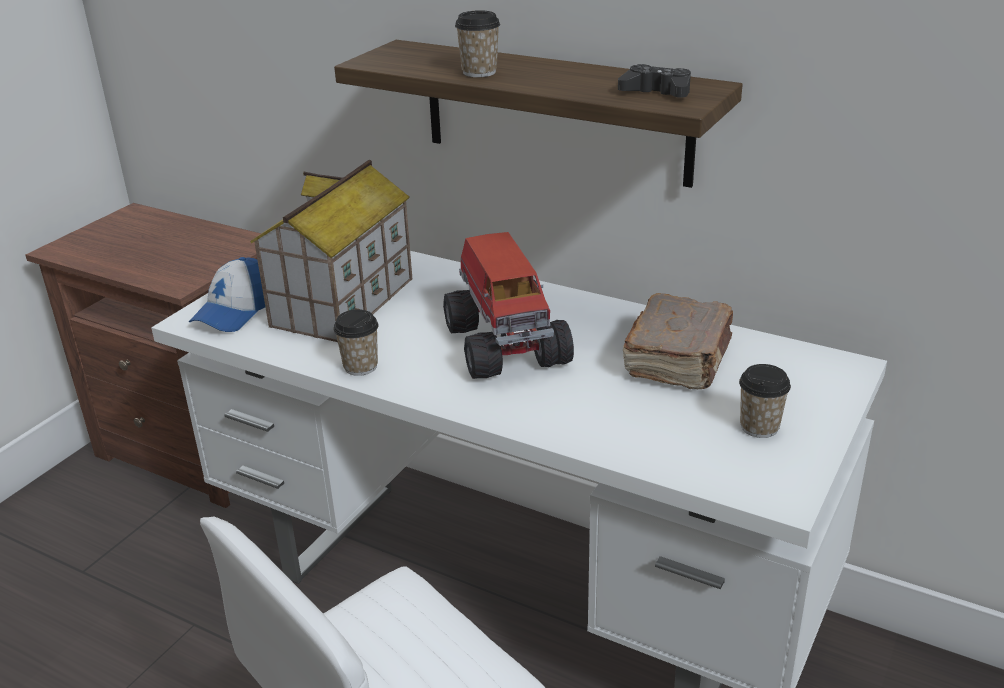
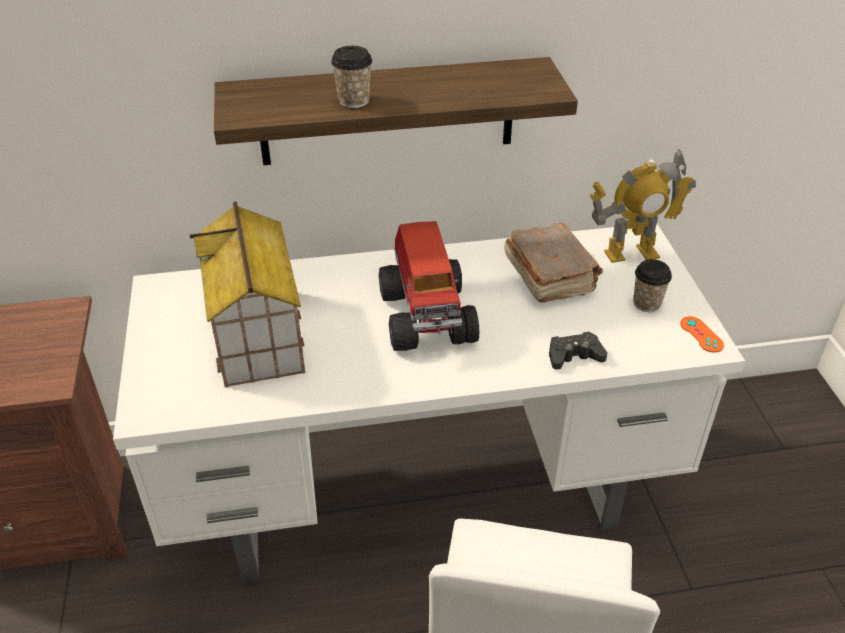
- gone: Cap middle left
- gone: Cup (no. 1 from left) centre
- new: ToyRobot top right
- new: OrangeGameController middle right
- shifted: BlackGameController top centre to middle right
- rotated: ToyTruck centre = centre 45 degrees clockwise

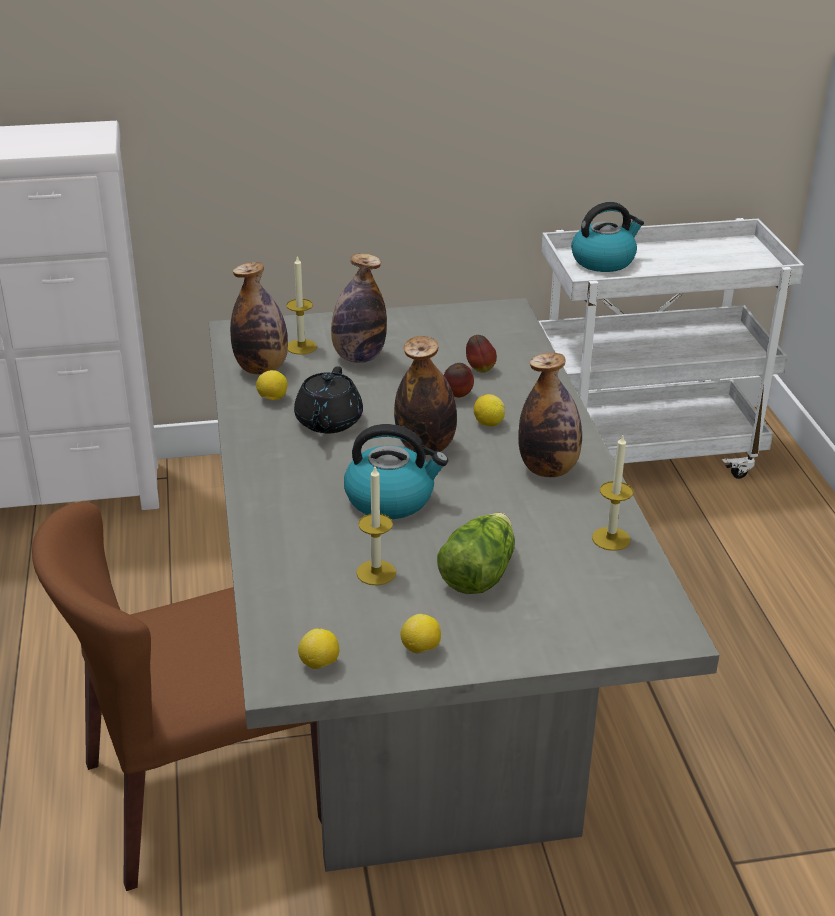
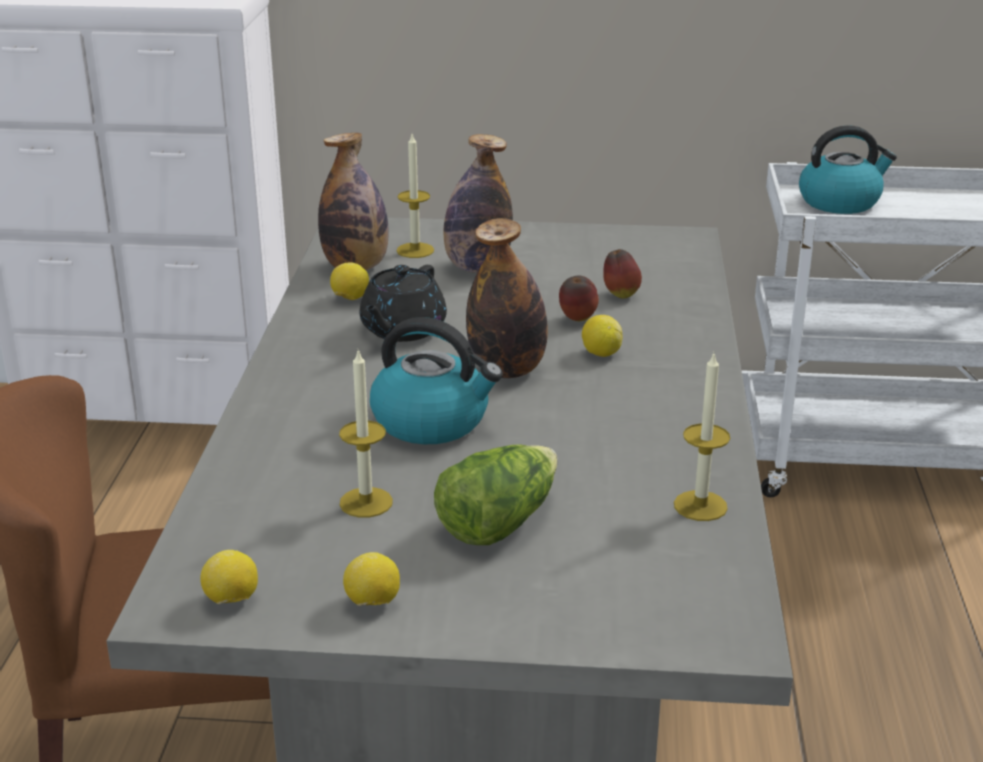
- gone: Bottle (no. 4 from left) centre

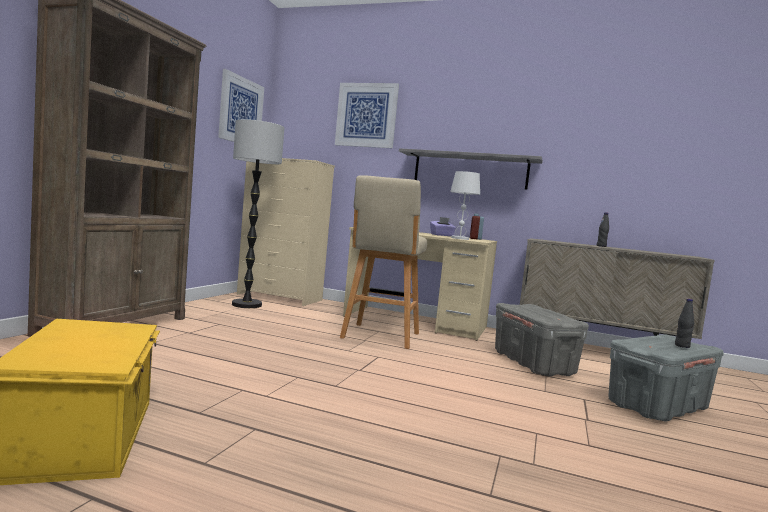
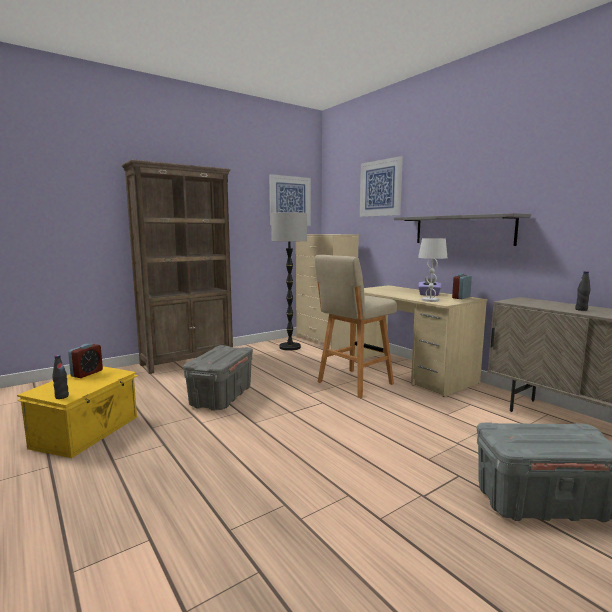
- new: AlarmClock (no. 1 from left) middle left
- shifted: GreyStorageBox (no. 1 from left) middle right to centre
- shifted: BlackBottle (no. 2 from left in the first image) middle right to BlackBottle (no. 1 from left) middle left

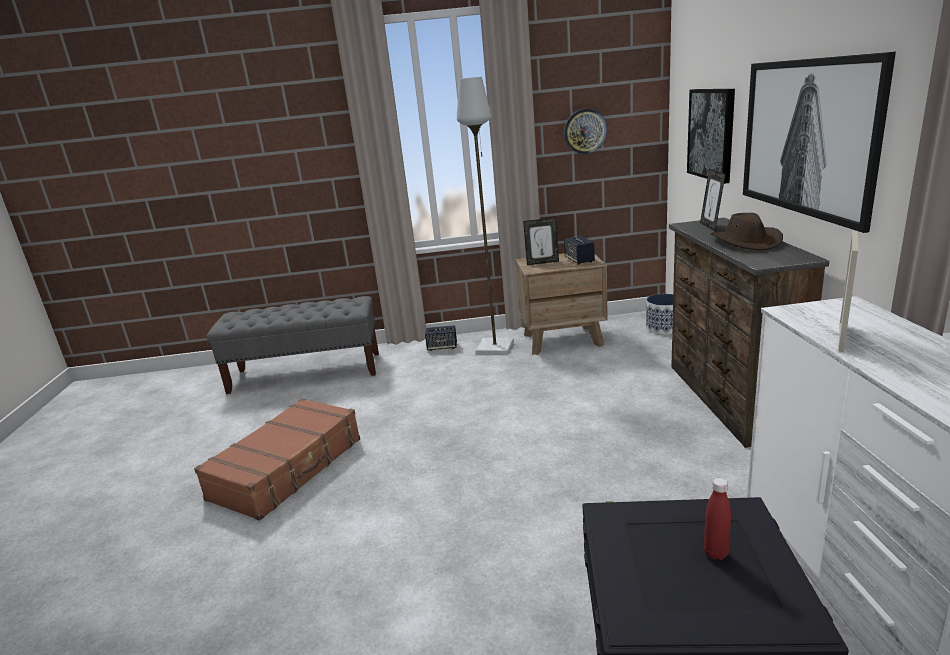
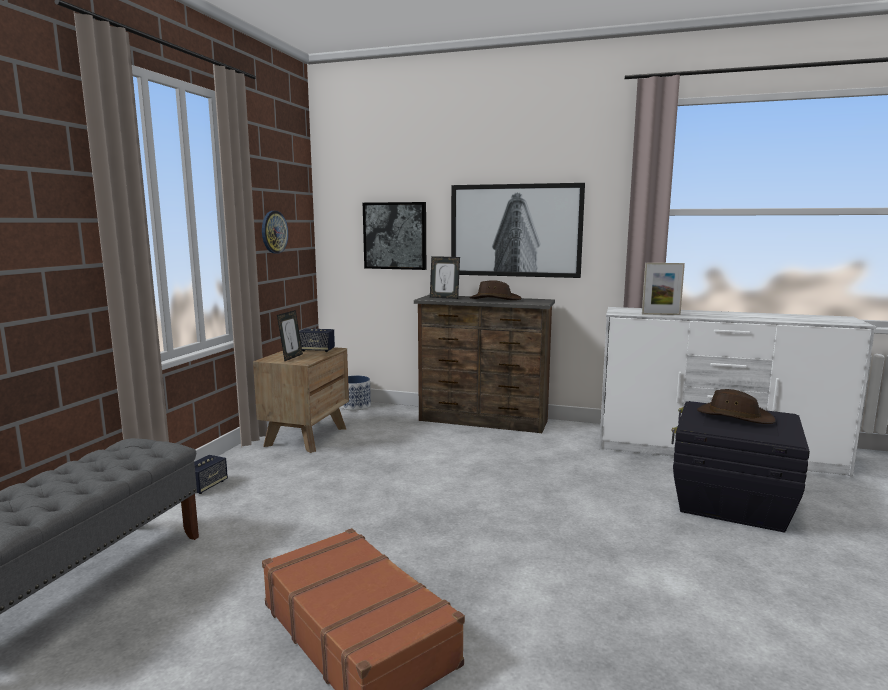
- gone: GreyFloorLamp top centre
- swapped: RedBottle bottom right to BrownHat (no. 2 from left) middle right
- rotated: PictureFrame (no. 3 from left) middle right = middle right 135 degrees clockwise

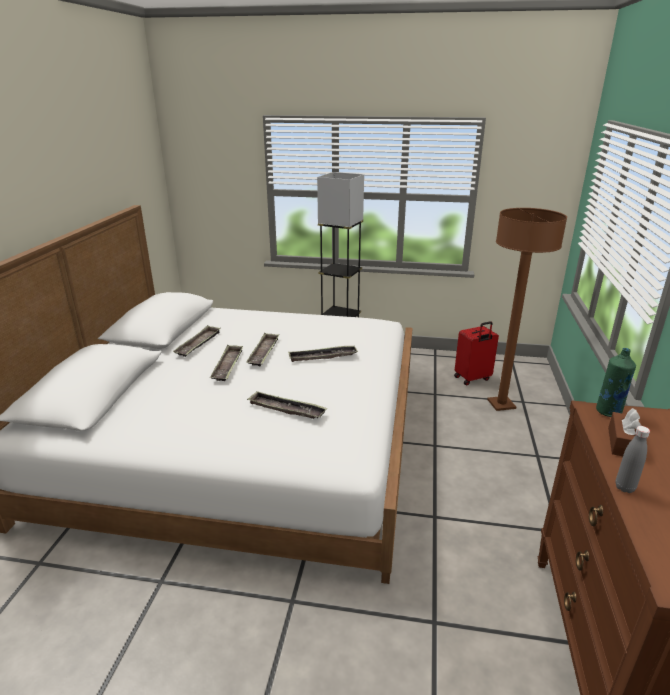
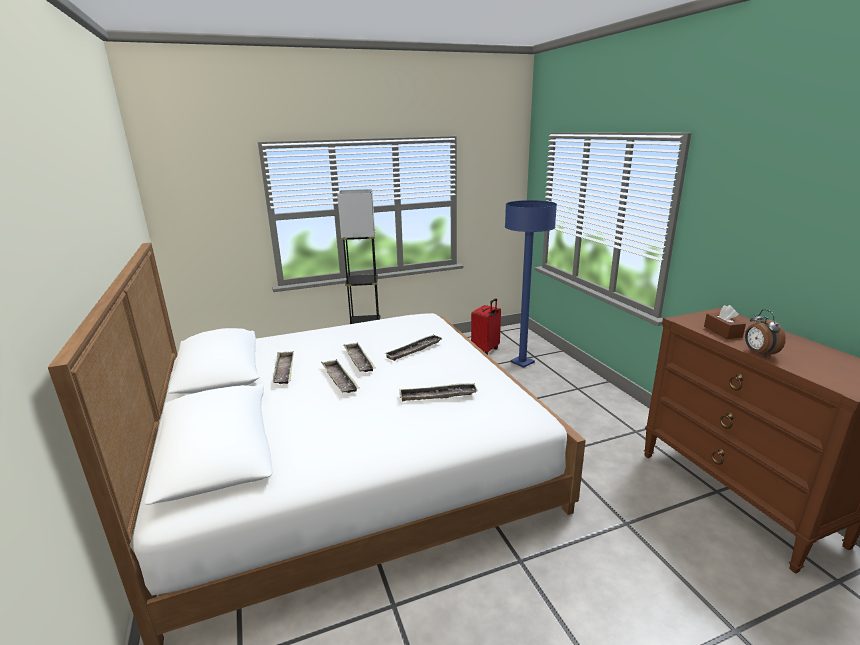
- gone: GreenBottle middle right
- swapped: GreyBottle middle right to AlarmClock middle right
- repainted: BrownFloorLamp middle right to BlueFloorLamp centre

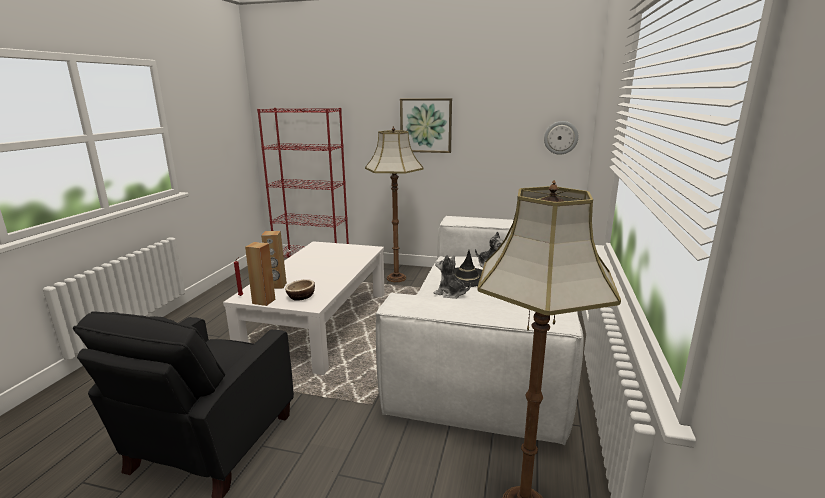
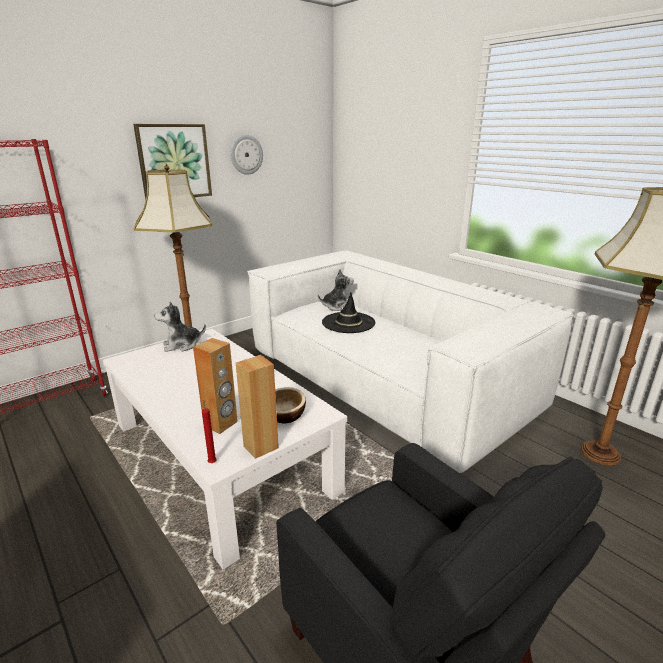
- shifted: PlushToy (no. 1 from left) centre to middle left
- shifted: WallClock top right to top centre

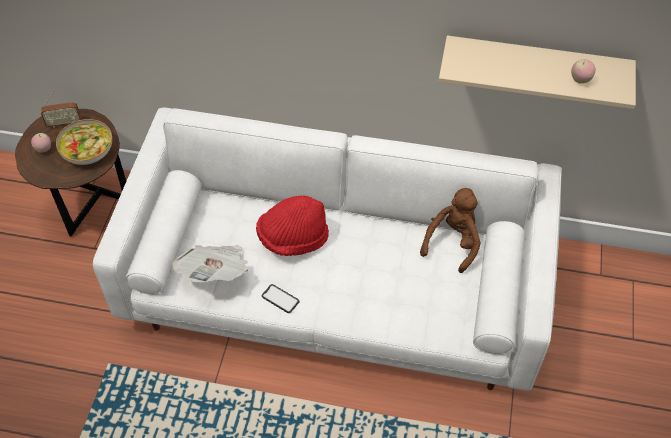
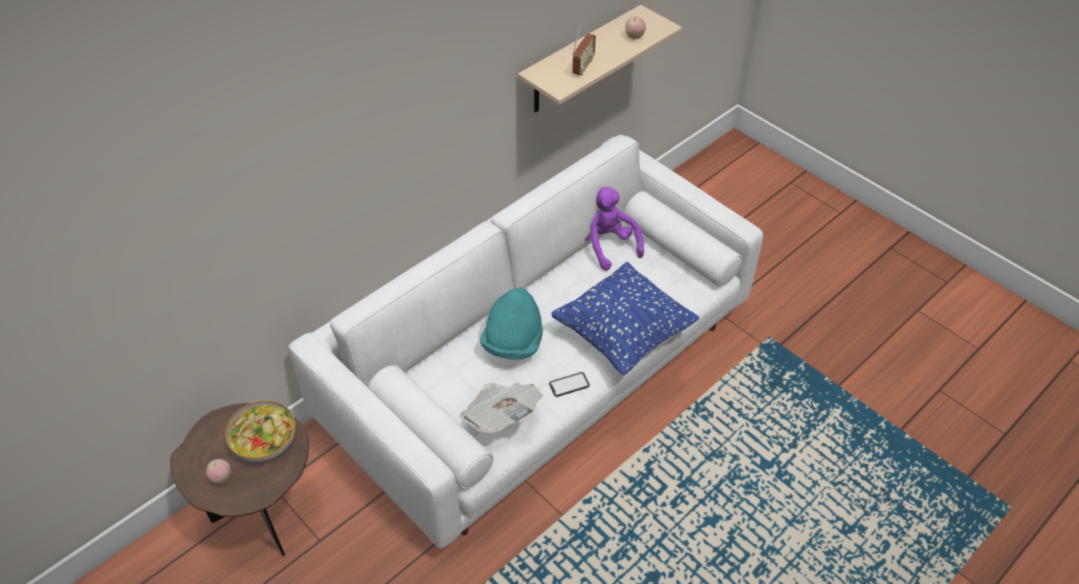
- new: BluePillow centre
- shifted: Radio top left to top centre
- repainted: RedHat centre to TurquoiseHat centre
- repainted: BrownPlushToy middle right to PurplePlushToy centre

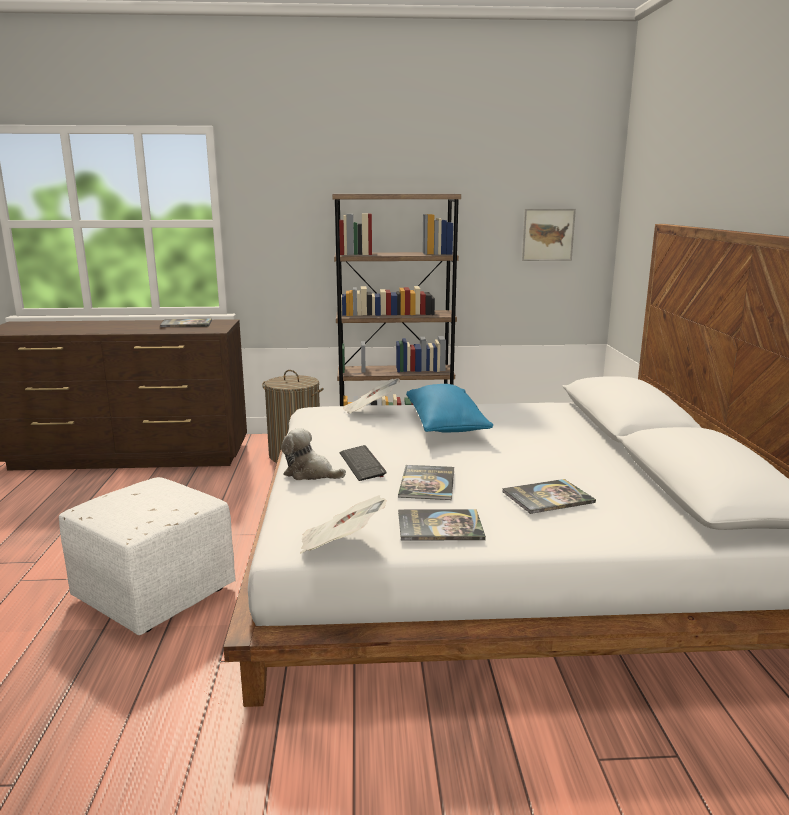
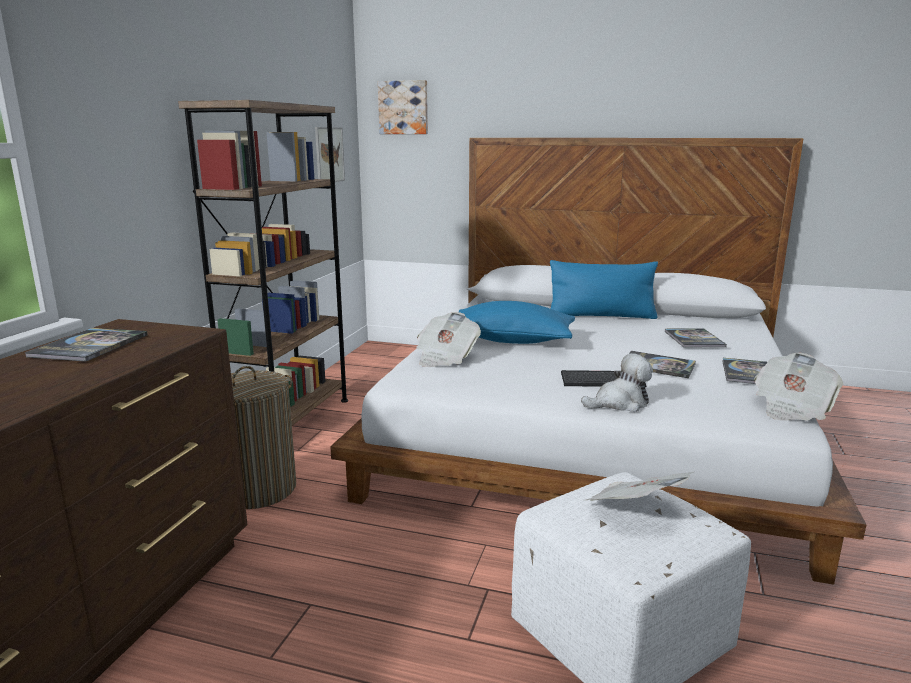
- new: Picture (no. 2 from left) top centre
- new: BluePillow (no. 2 from left) centre
- new: Newspaper (no. 2 from left) bottom right
- rotated: PlushToy centre = middle right 150 degrees counterclockwise

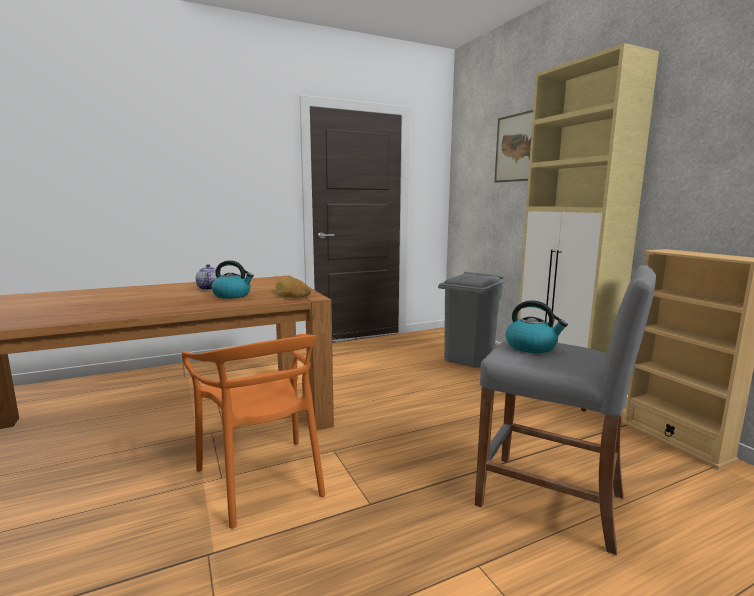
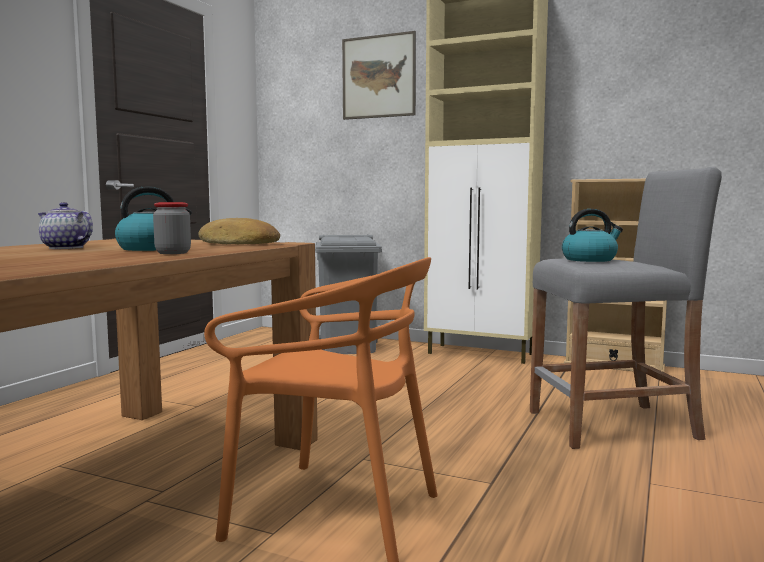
- new: Jar middle left

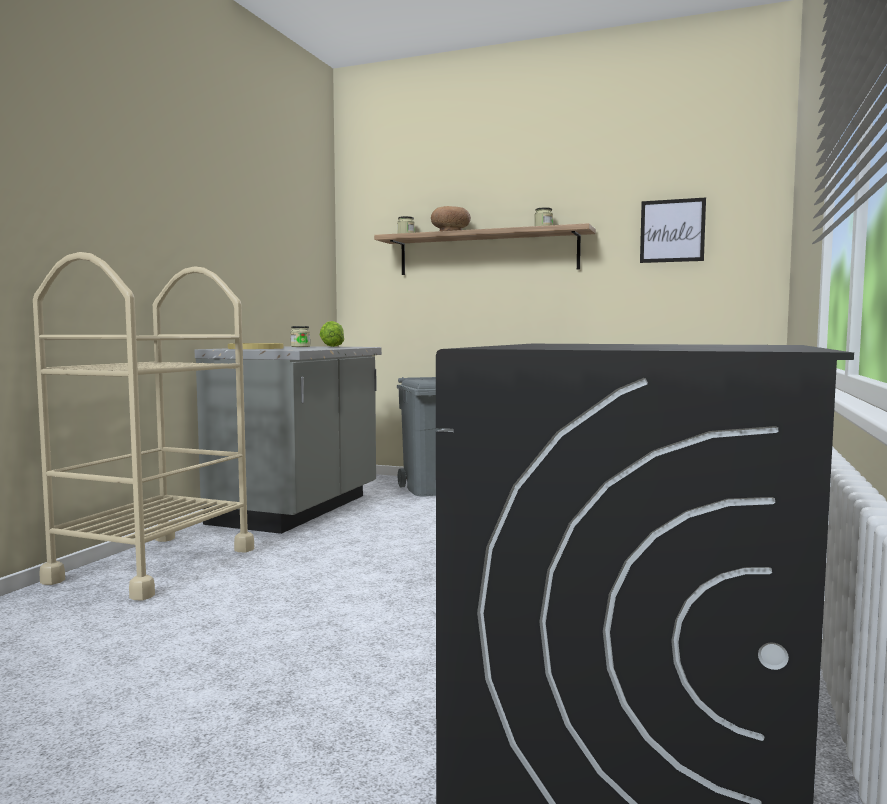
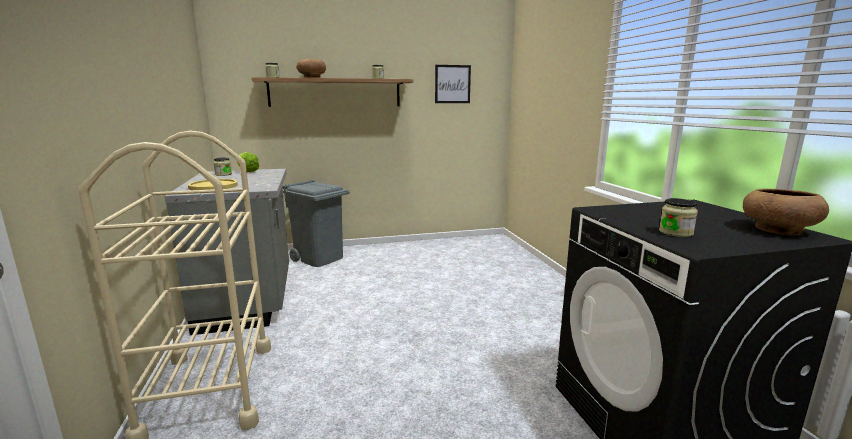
- new: Jar (no. 4 from left) middle right
- new: BrownBowl (no. 2 from left) middle right

